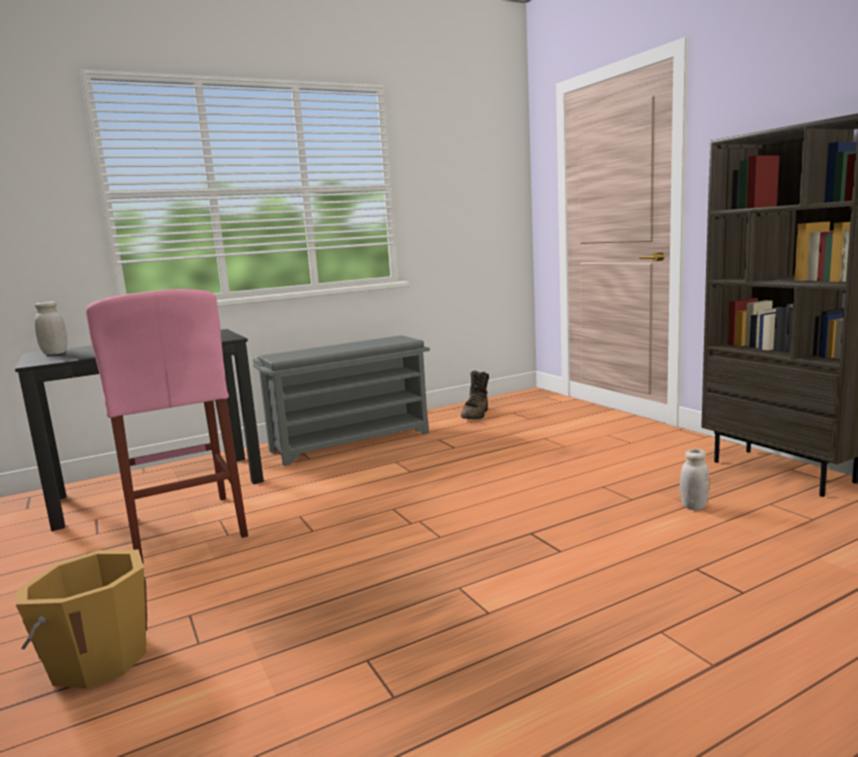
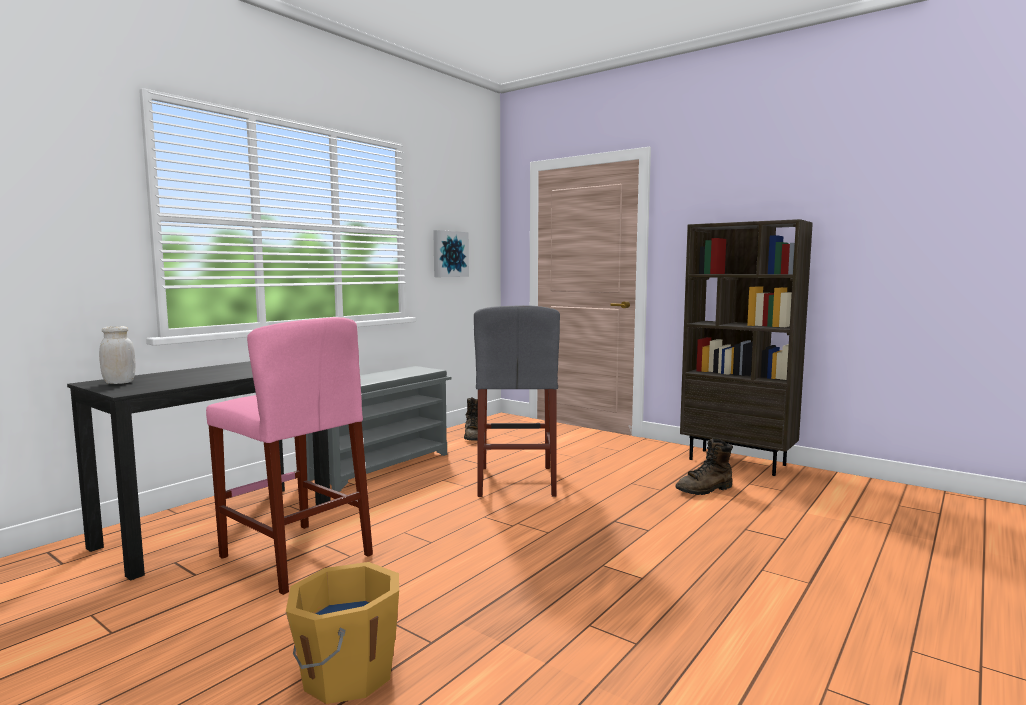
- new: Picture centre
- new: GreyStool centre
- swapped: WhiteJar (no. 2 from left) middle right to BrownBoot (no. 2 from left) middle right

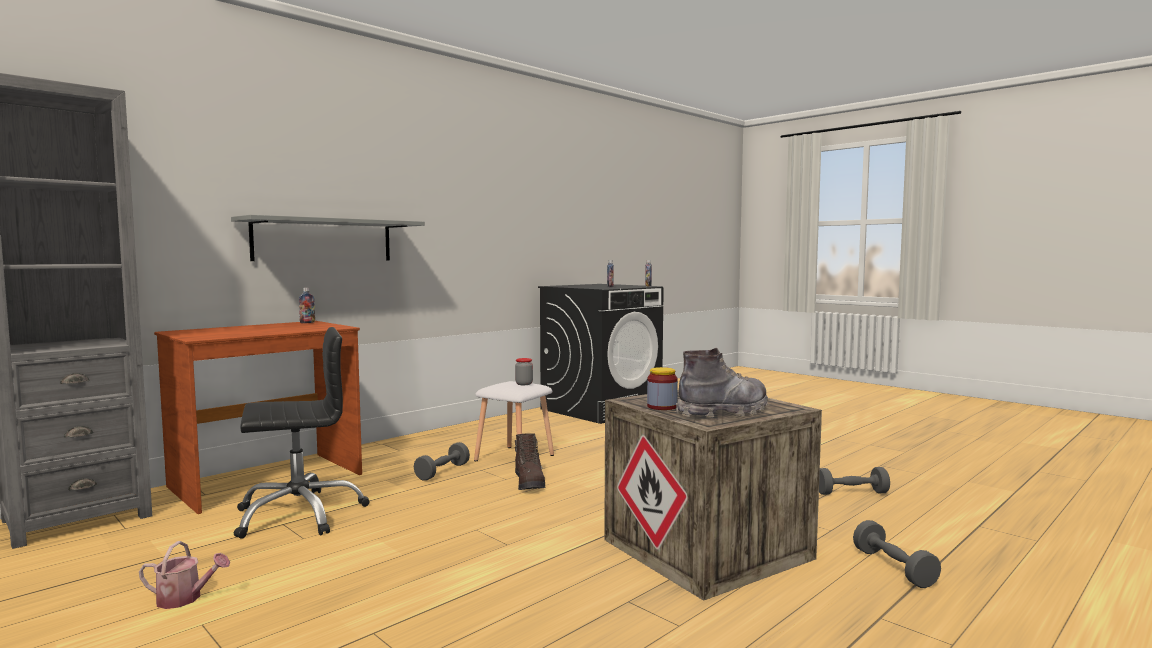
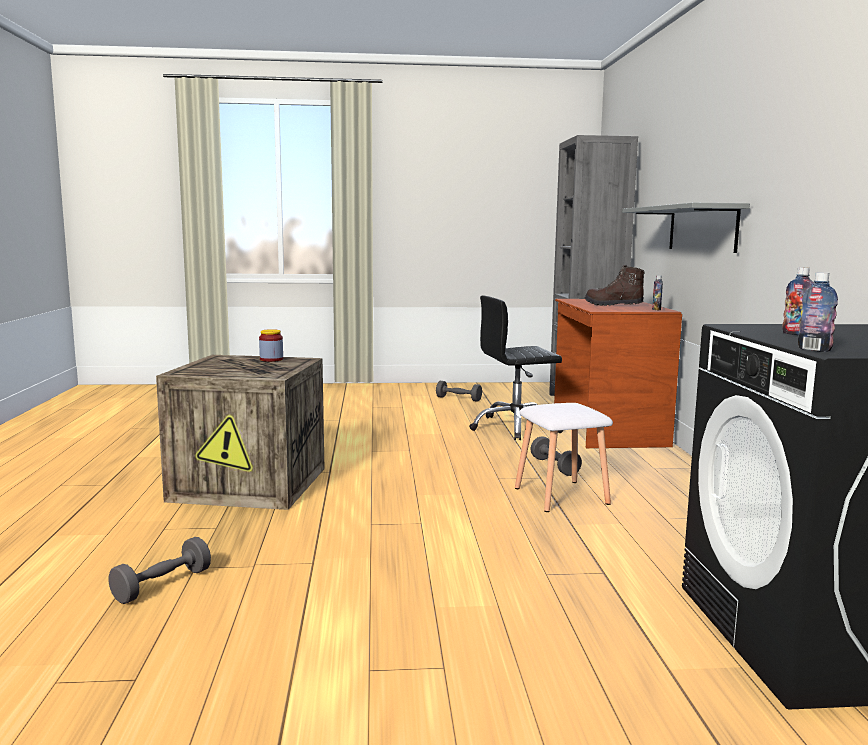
- gone: WateringCan bottom left
- gone: Jar (no. 1 from left) centre
- gone: GreyBoot centre
- shifted: BrownBoot bottom centre to middle right
- shifted: GreyDumbbell (no. 3 from left in the first image) bottom right to GreyDumbbell (no. 2 from left) centre
- rotated: BlackOfficeChair bottom left = centre 60 degrees clockwise

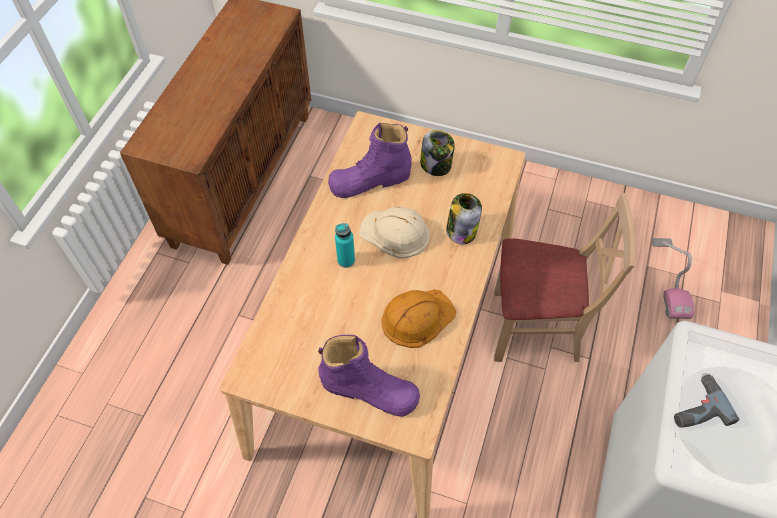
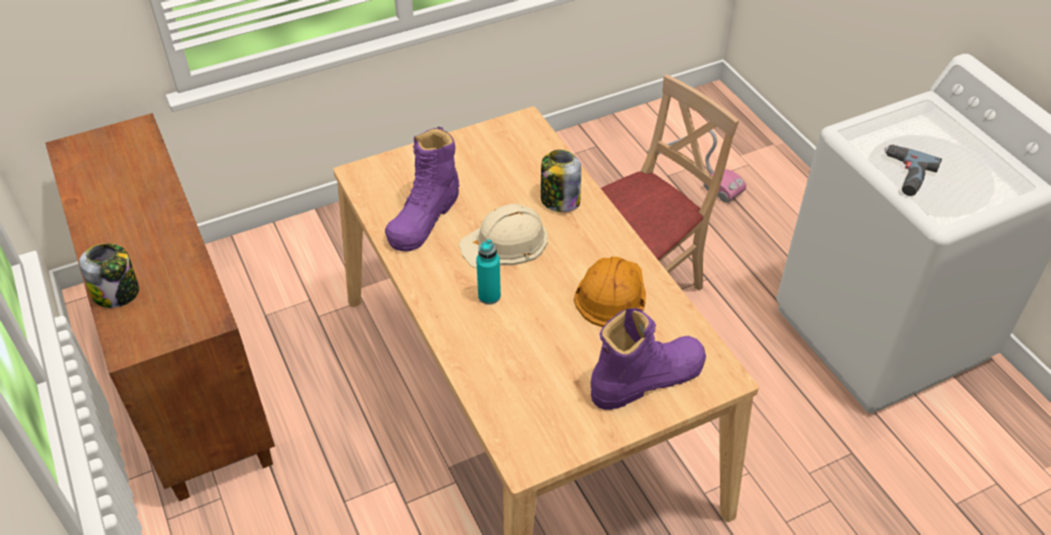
- shifted: Jar (no. 1 from left) top centre to middle left

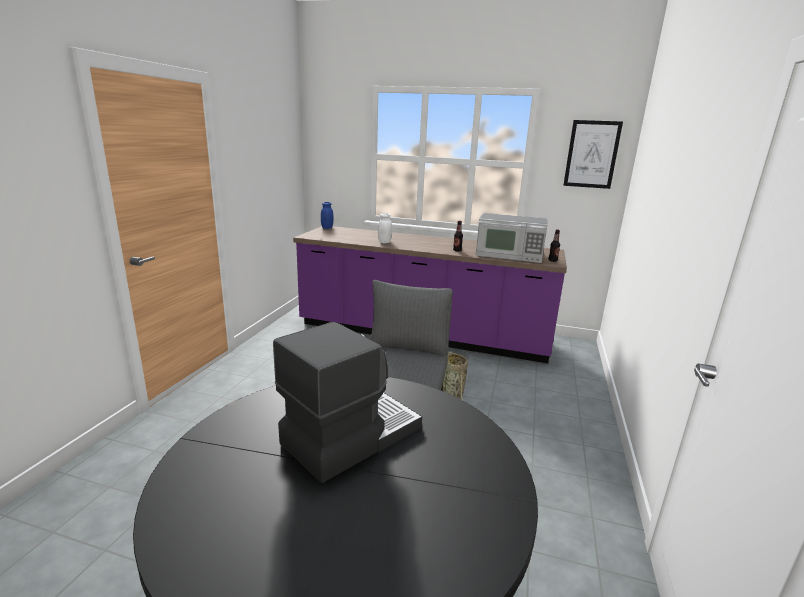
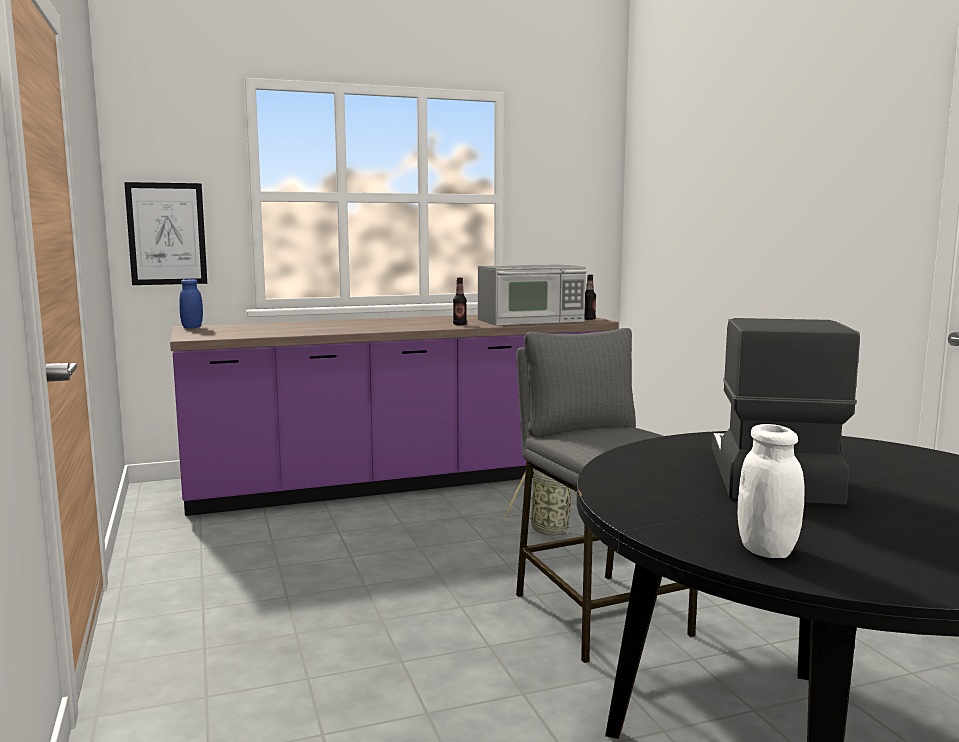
- shifted: WhiteJar centre to middle right
- shifted: Picture top right to top left

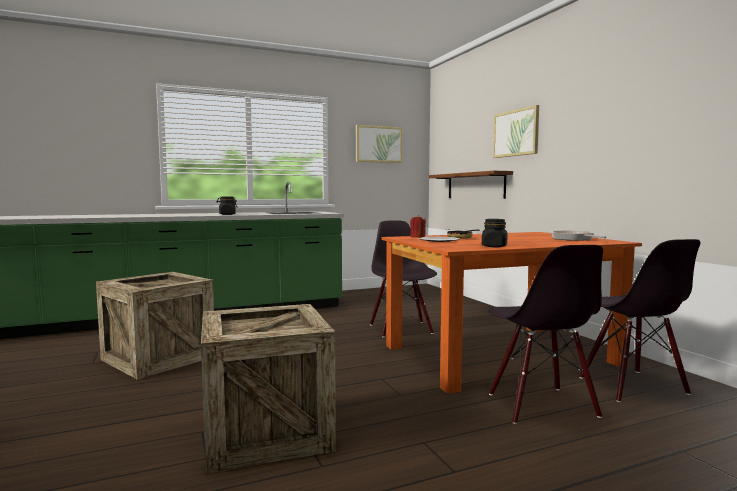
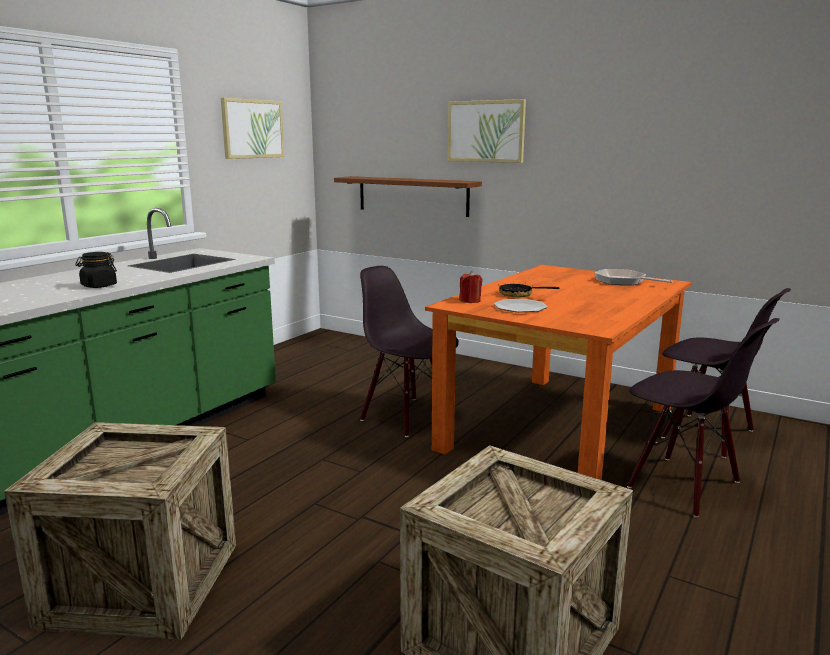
- gone: BlackJar (no. 2 from left) middle right

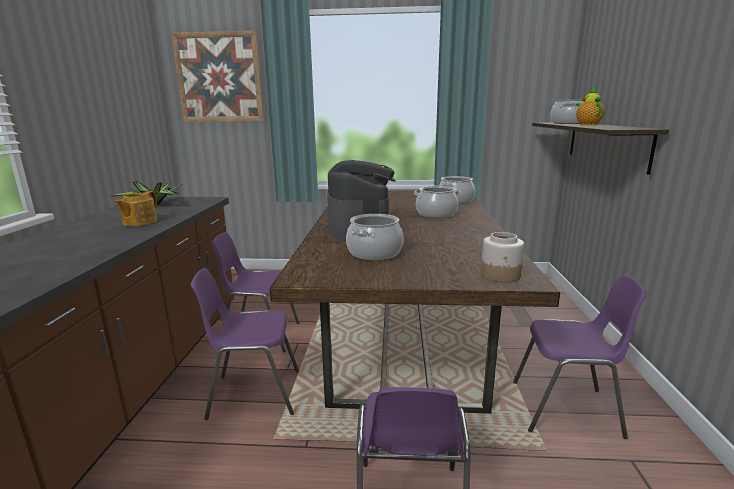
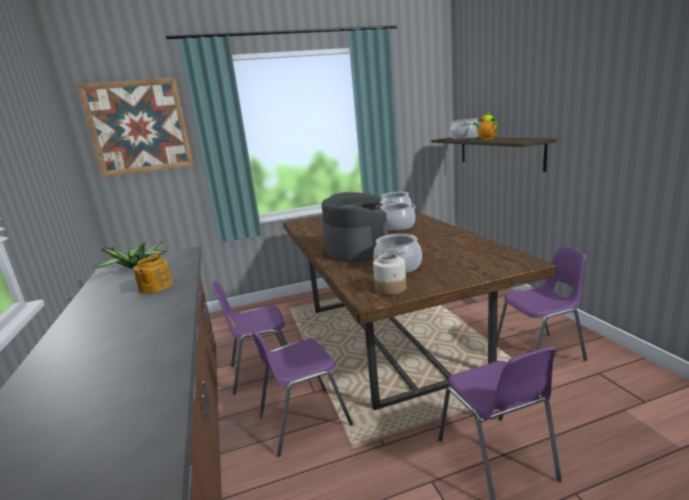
- shifted: Jar middle right to centre

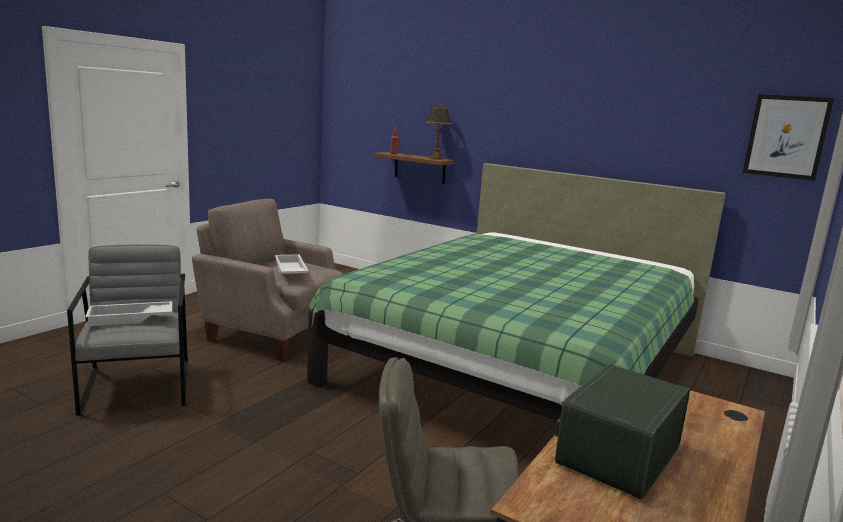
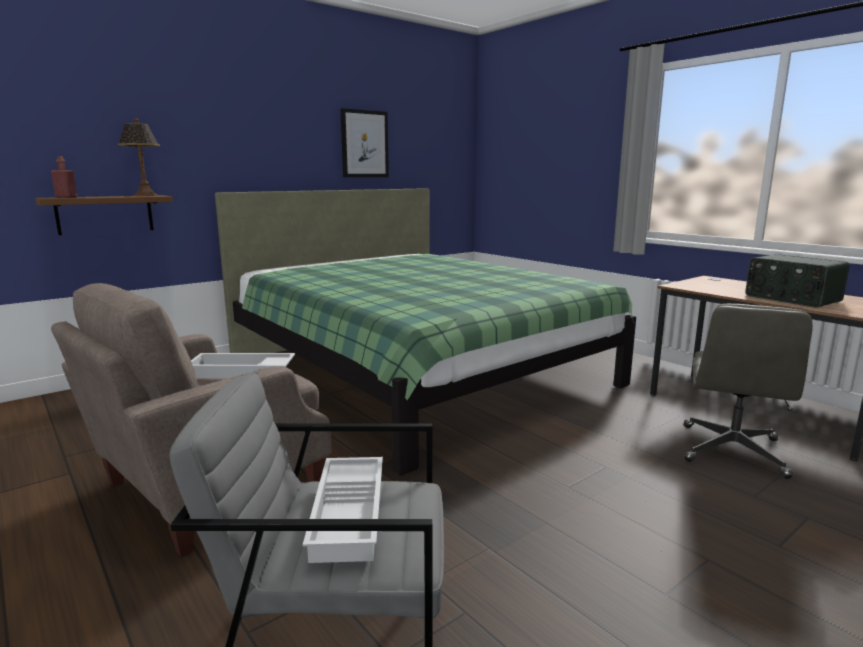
- shifted: Picture top right to top centre

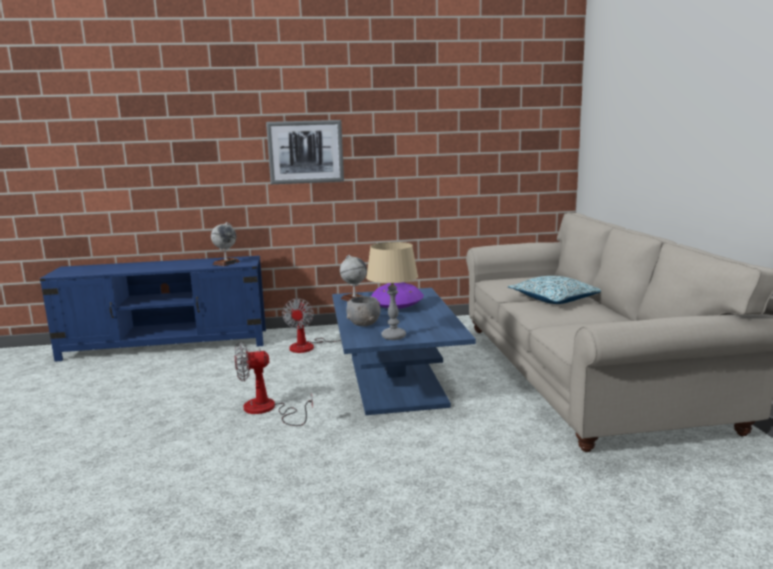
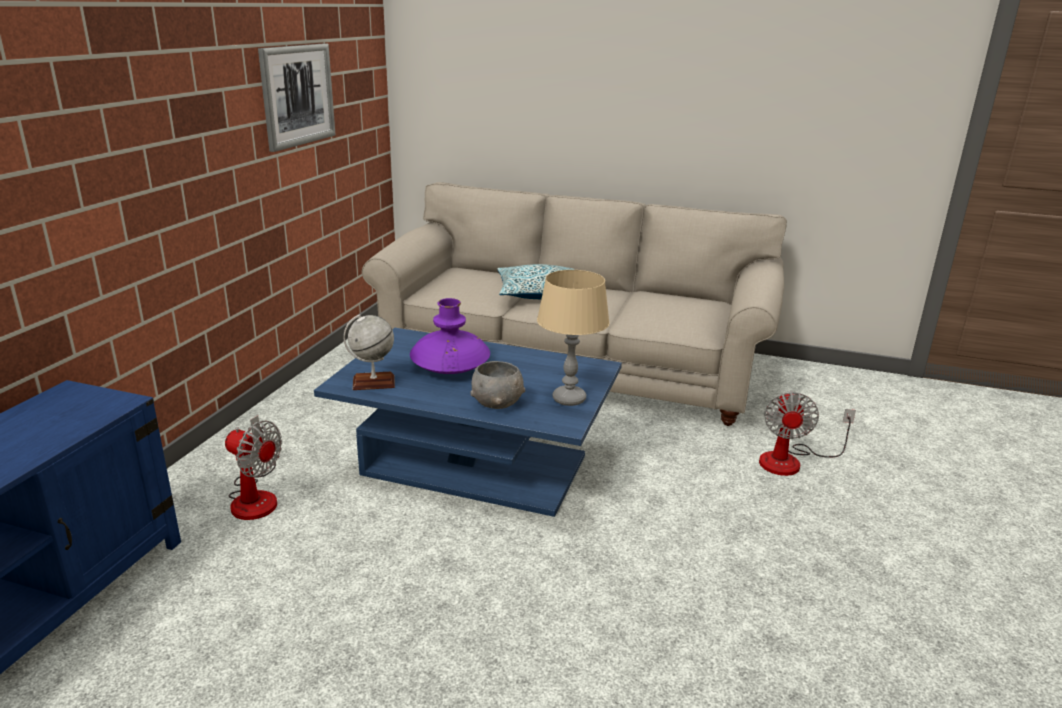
- gone: Globe (no. 1 from left) middle left
- shifted: Fan (no. 1 from left in the first image) bottom centre to Fan (no. 2 from left) middle right
- shifted: Picture top centre to top left

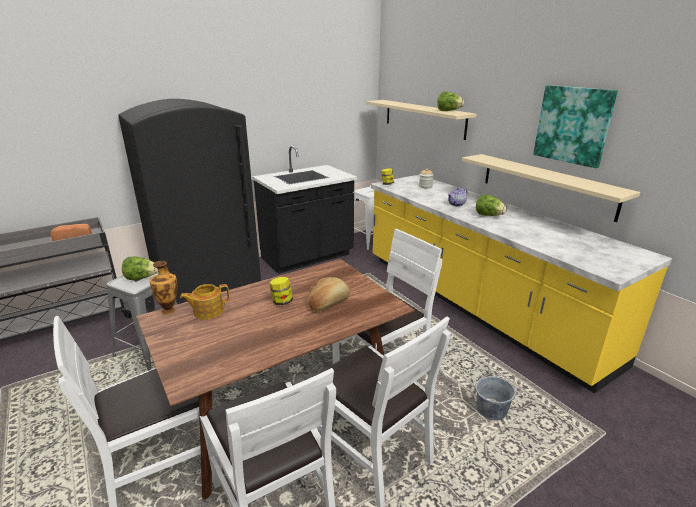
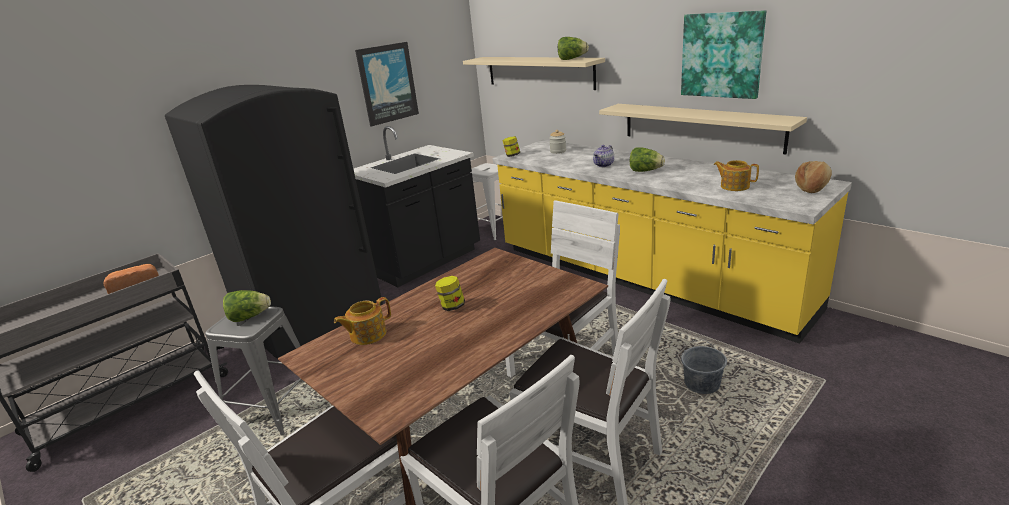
- gone: Vase middle left
- new: Picture (no. 1 from left) top centre
- new: Teapot (no. 3 from left) middle right
- shifted: Bread (no. 2 from left) centre to middle right

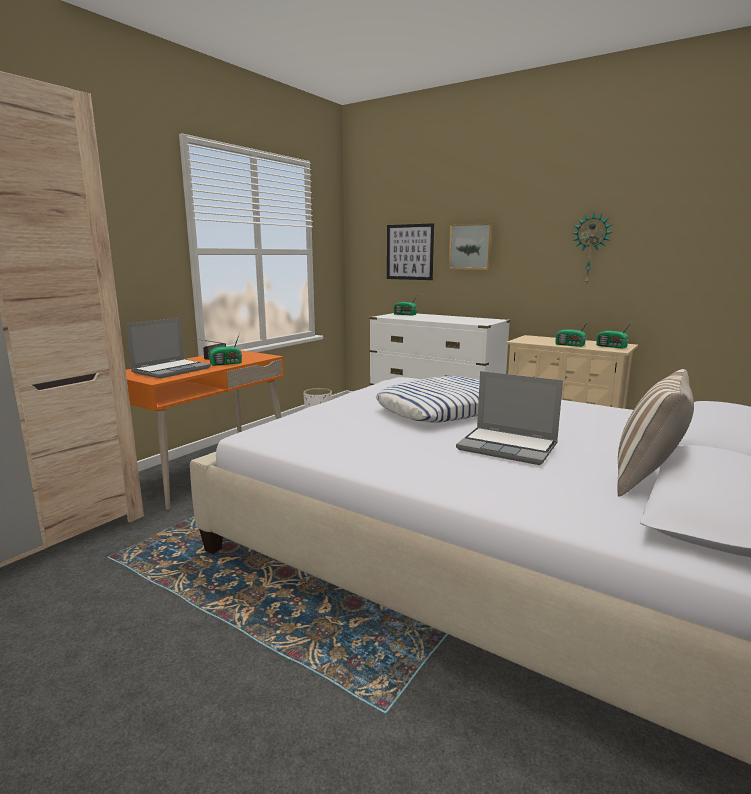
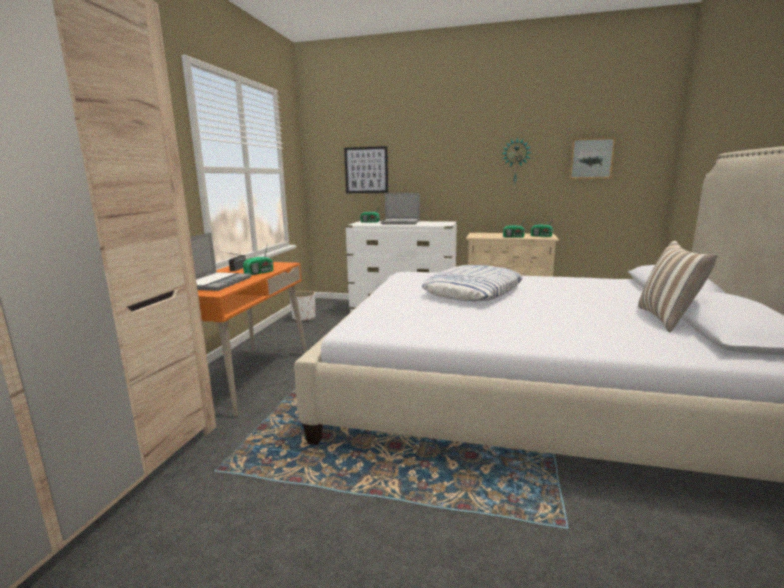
- shifted: Picture (no. 2 from left) top centre to top right
- shifted: Laptop (no. 2 from left) middle right to centre

